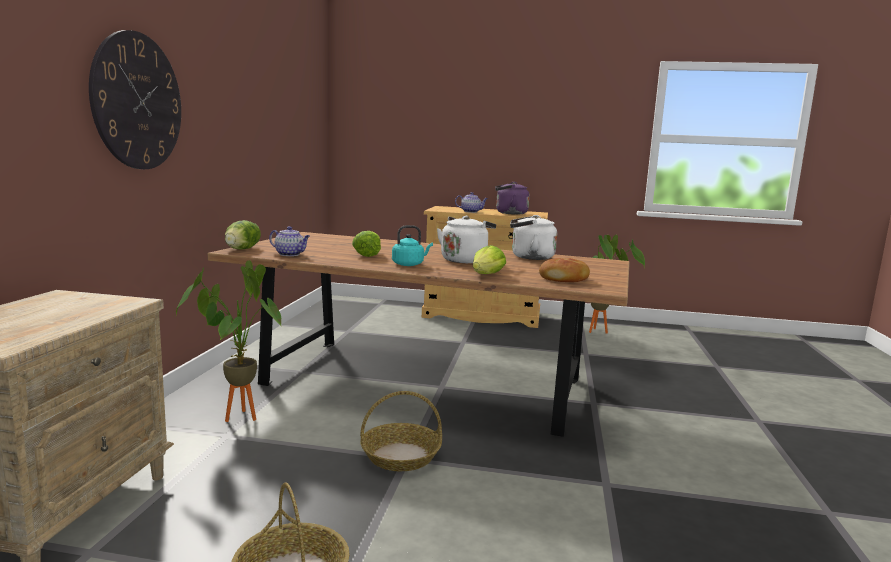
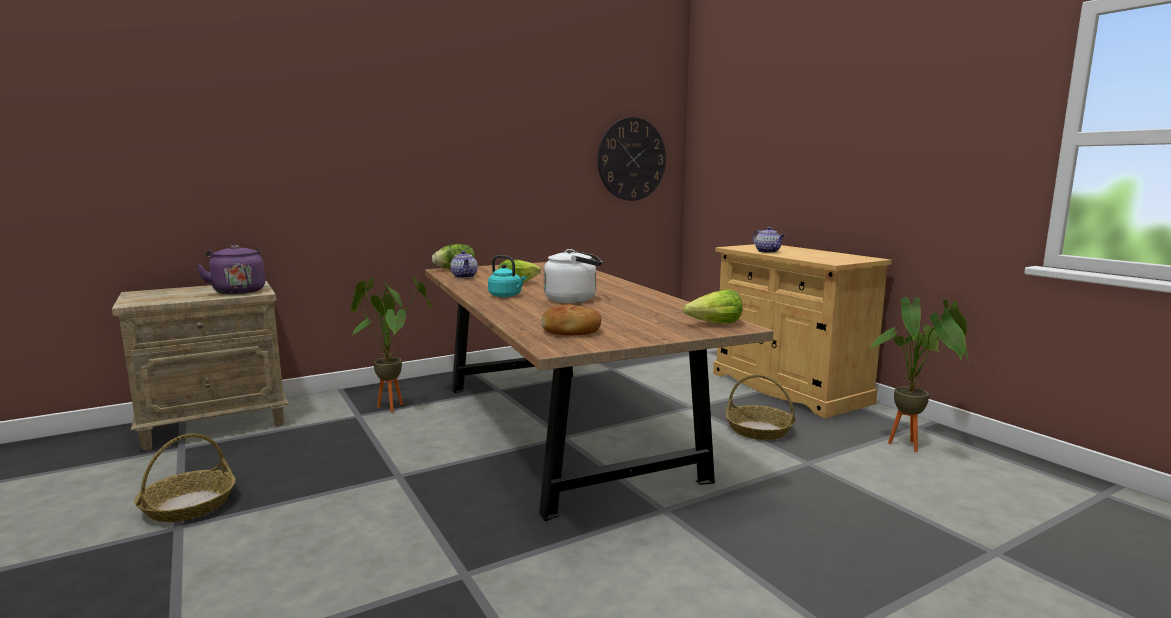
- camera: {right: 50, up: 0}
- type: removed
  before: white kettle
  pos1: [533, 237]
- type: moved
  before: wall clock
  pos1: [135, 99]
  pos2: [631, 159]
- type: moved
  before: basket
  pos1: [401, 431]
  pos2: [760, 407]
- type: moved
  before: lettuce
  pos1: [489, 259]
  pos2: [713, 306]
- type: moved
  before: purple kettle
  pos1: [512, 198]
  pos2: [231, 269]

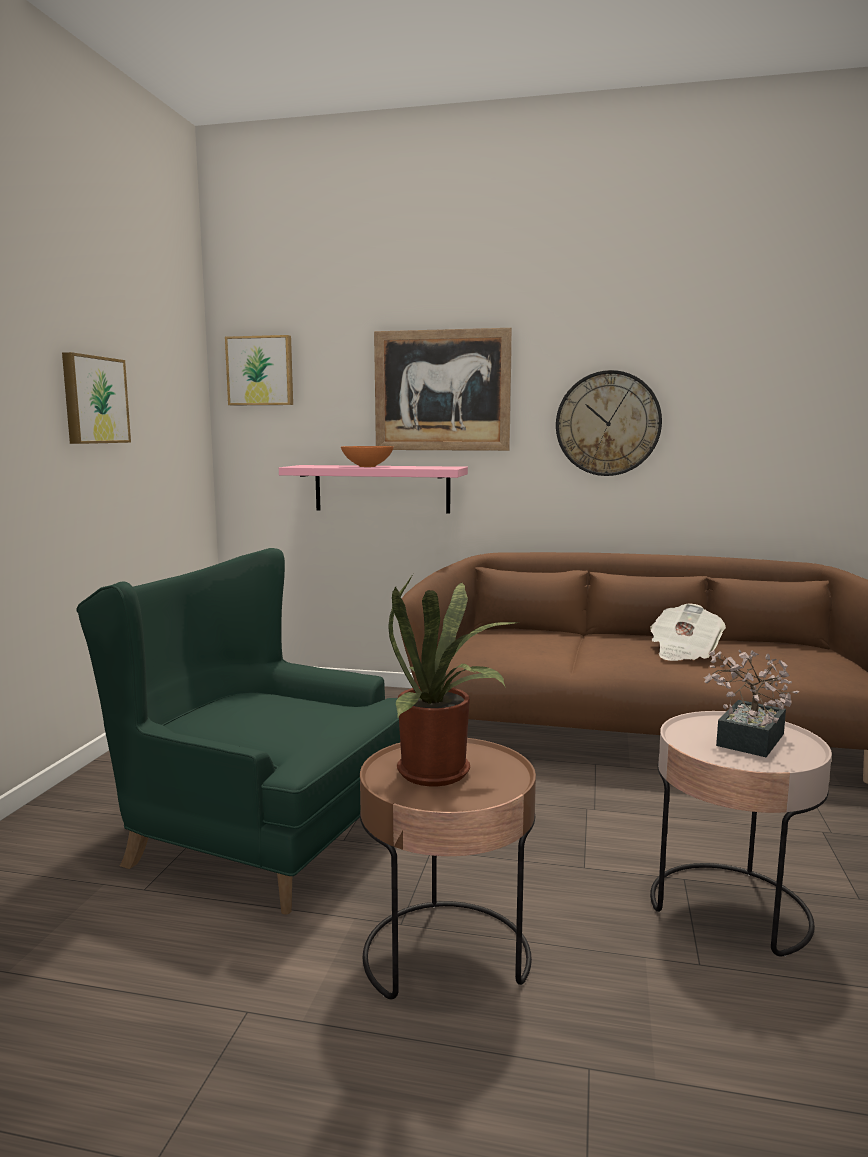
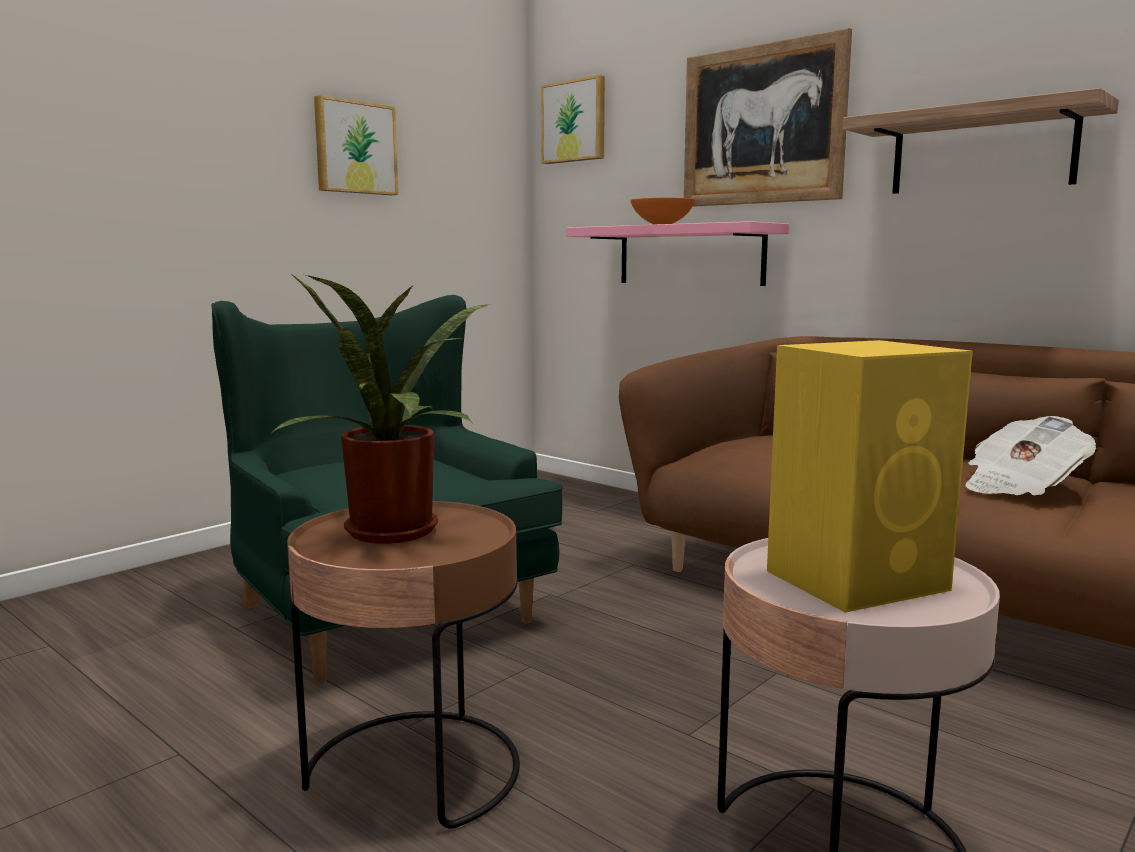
- camera: {right: 30, up: 0}
- type: replaced
  before: wall clock
  after: shelf
  pos1: [609, 423]
  pos2: [981, 141]
- type: replaced
  before: potted plant
  after: yellow speaker
  pos1: [752, 703]
  pos2: [870, 476]

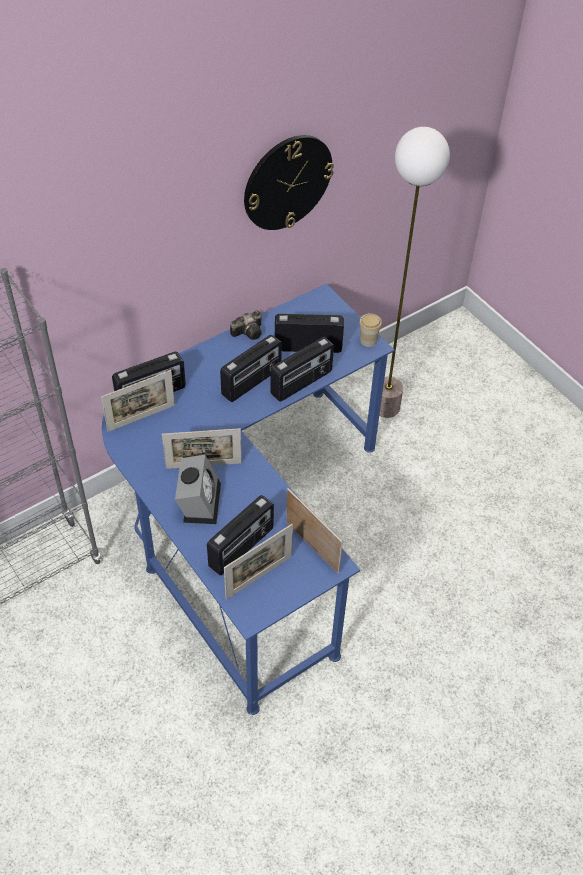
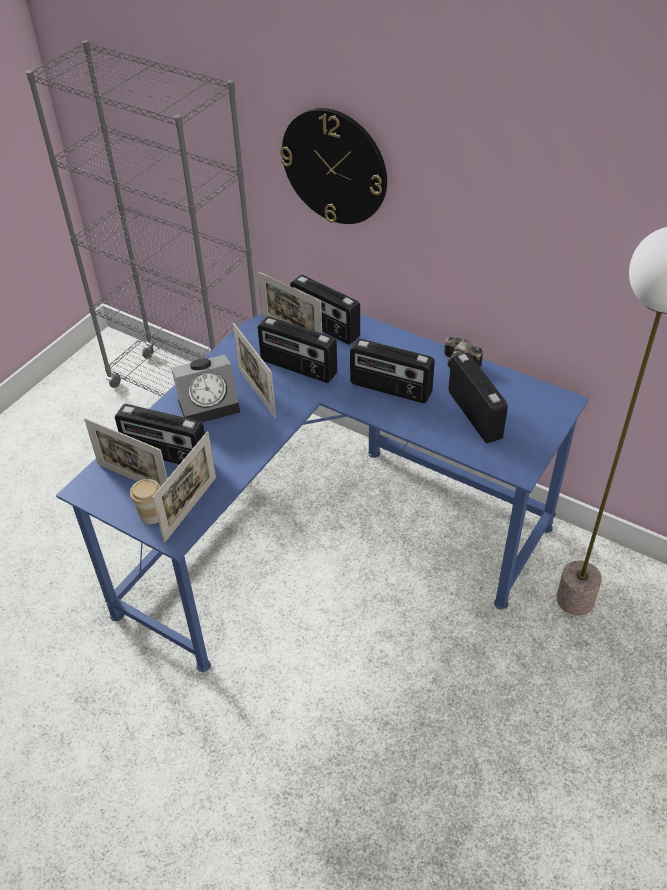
- camera: {right: 70, up: -5}
- type: moved
  before: wall clock
  pos1: [289, 182]
  pos2: [333, 166]
- type: moved
  before: radio
  pos1: [302, 369]
  pos2: [297, 349]
- type: moved
  before: cup
  pos1: [370, 330]
  pos2: [145, 501]

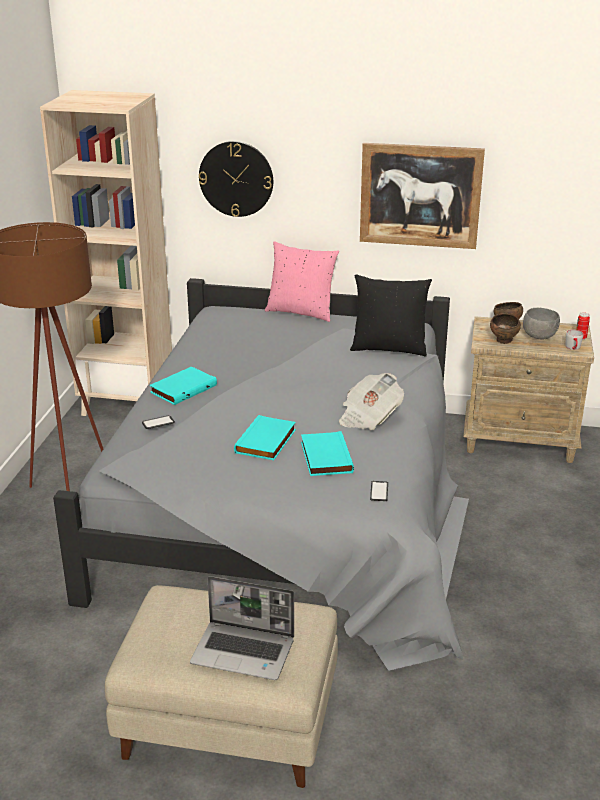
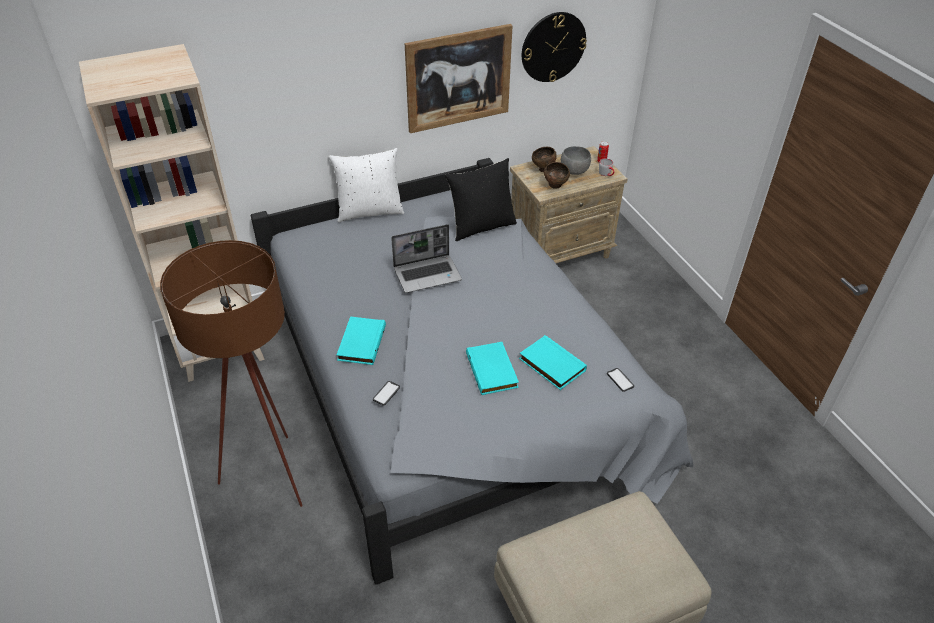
- camera: {right: -35, up: 15}
- type: removed
  before: newspaper
  pos1: [371, 401]
- type: moved
  before: laptop
  pos1: [242, 628]
  pos2: [426, 258]
- type: moved
  before: wall clock
  pos1: [236, 179]
  pos2: [554, 47]
- type: recoloured
  before: pink pillow
  after: white pillow
  pos1: [302, 281]
  pos2: [366, 185]

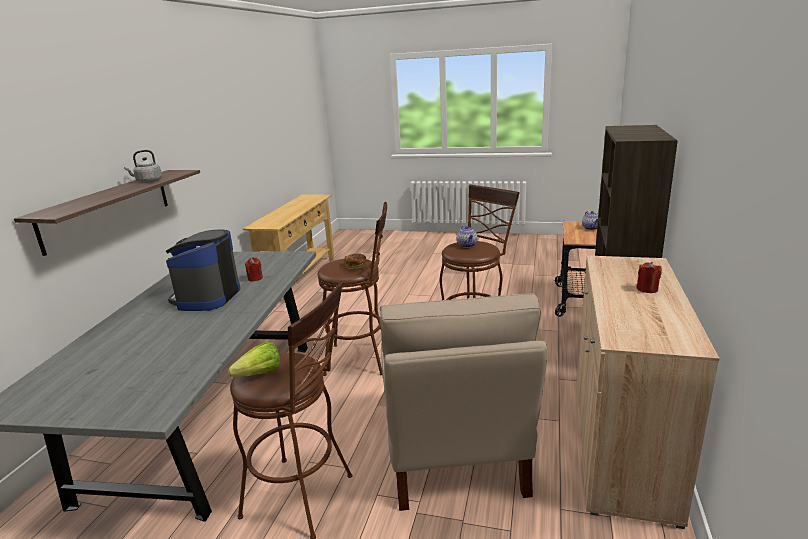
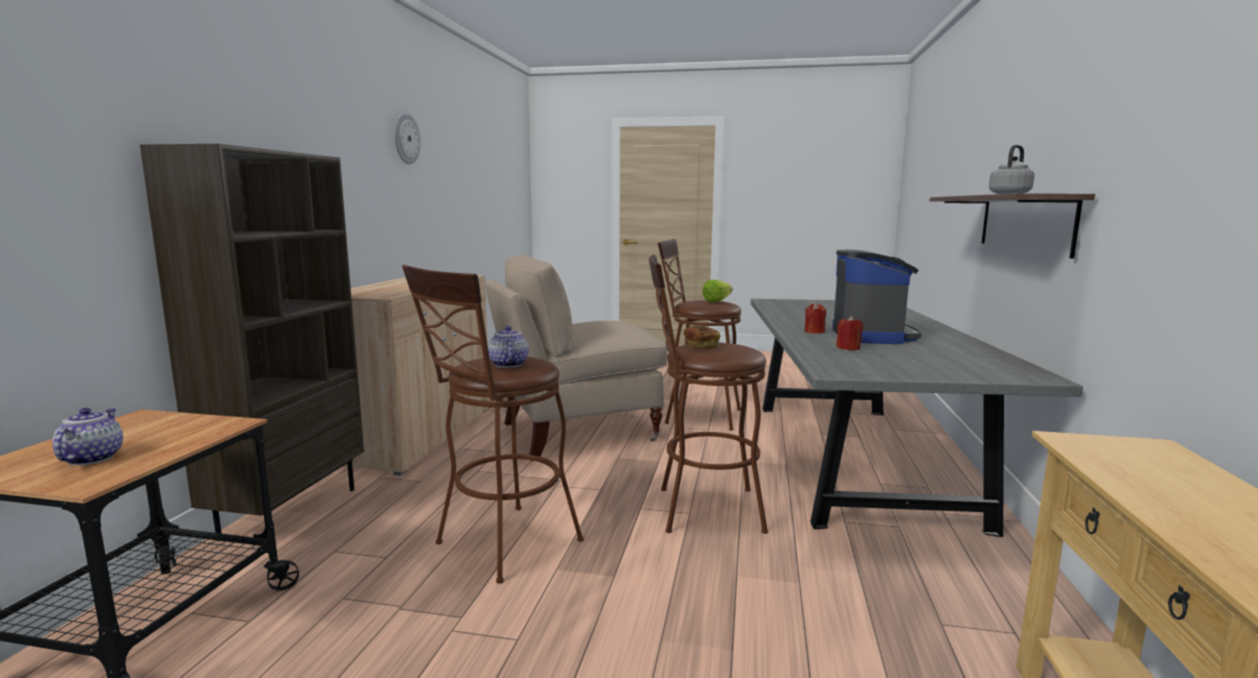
- camera: {right: 175, up: -10}
- type: added
  after: wall clock
  pos2: [407, 138]
- type: moved
  before: red candle
  pos1: [649, 277]
  pos2: [815, 318]
- type: turned
  before: beige chair
  pos1: [464, 402]
  pos2: [576, 357]
  turn: -105

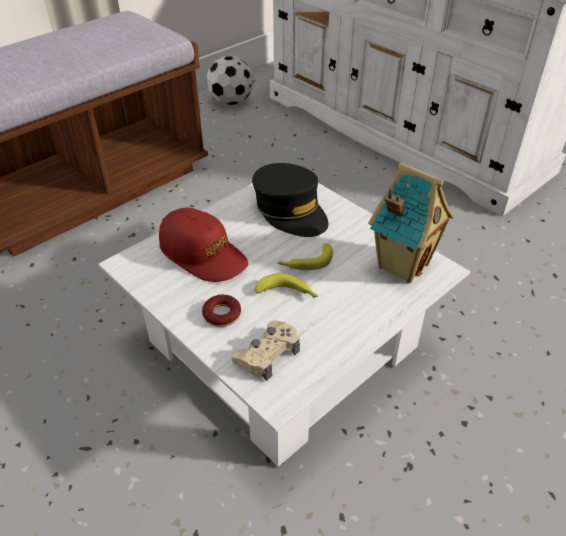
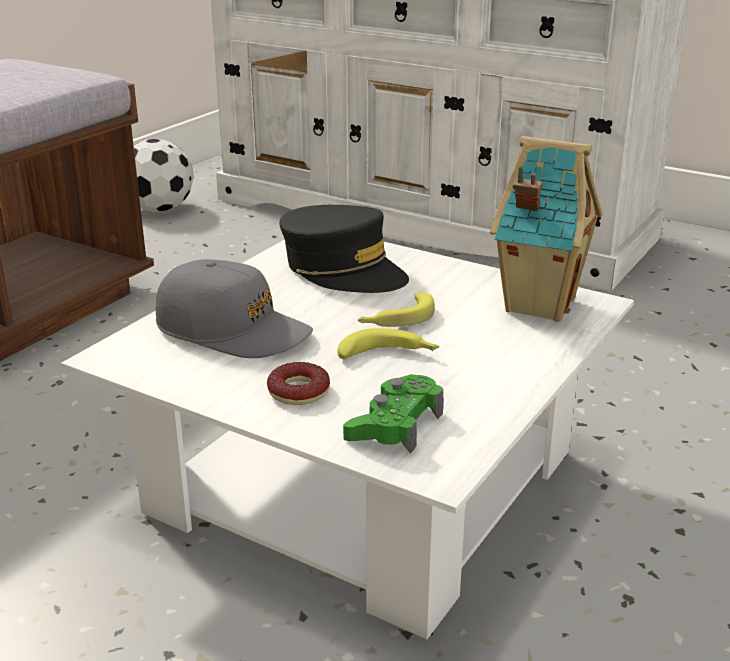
- camera: {right: -15, up: -15}
- type: recoloured
  before: red cap
  after: grey cap
  pos1: [203, 245]
  pos2: [234, 308]
- type: recoloured
  before: beige game controller
  after: green game controller
  pos1: [265, 351]
  pos2: [393, 414]

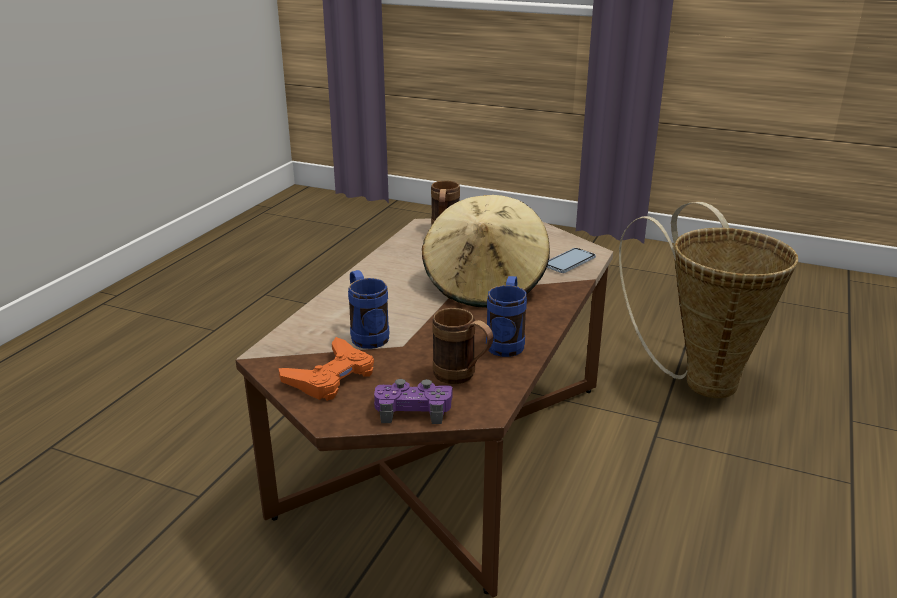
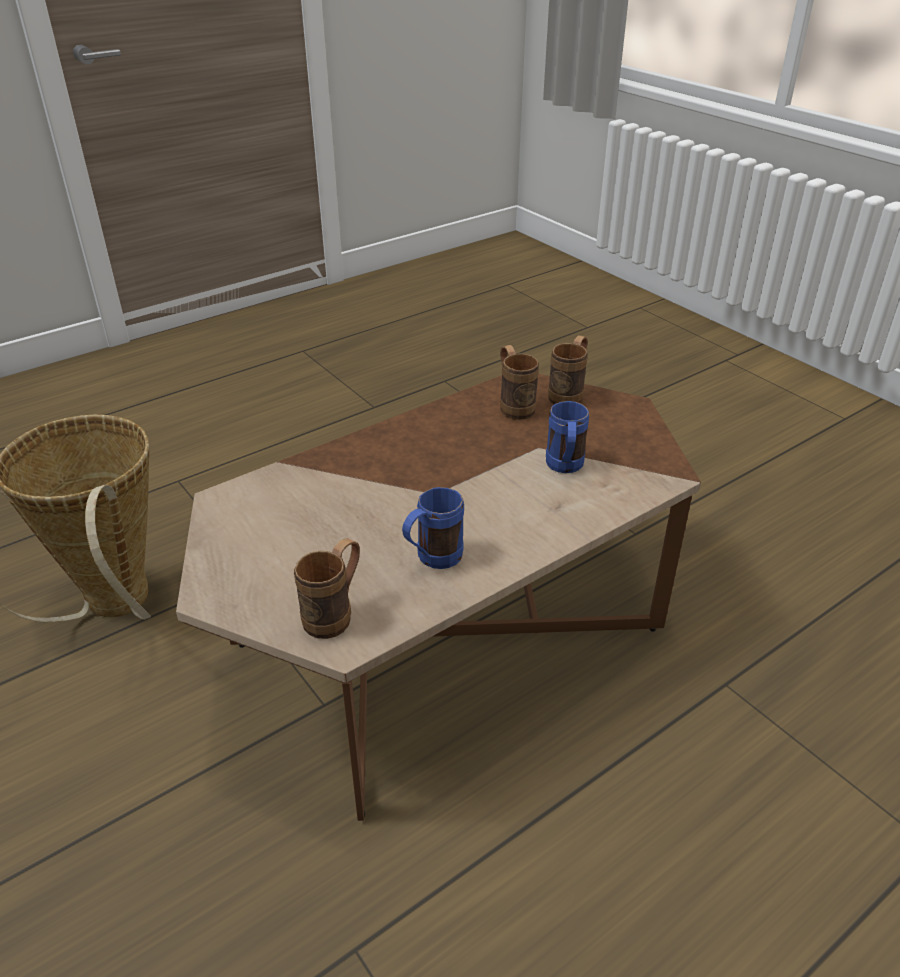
- camera: {right: -150, up: 10}
- type: removed
  before: orange game controller
  pos1: [326, 369]
- type: removed
  before: beige hat
  pos1: [486, 251]
- type: removed
  before: phone
  pos1: [571, 260]
- type: moved
  before: blue mug
  pos1: [506, 316]
  pos2: [433, 528]
- type: replaced
  before: purple game controller
  after: brown mug
  pos1: [413, 401]
  pos2: [568, 370]

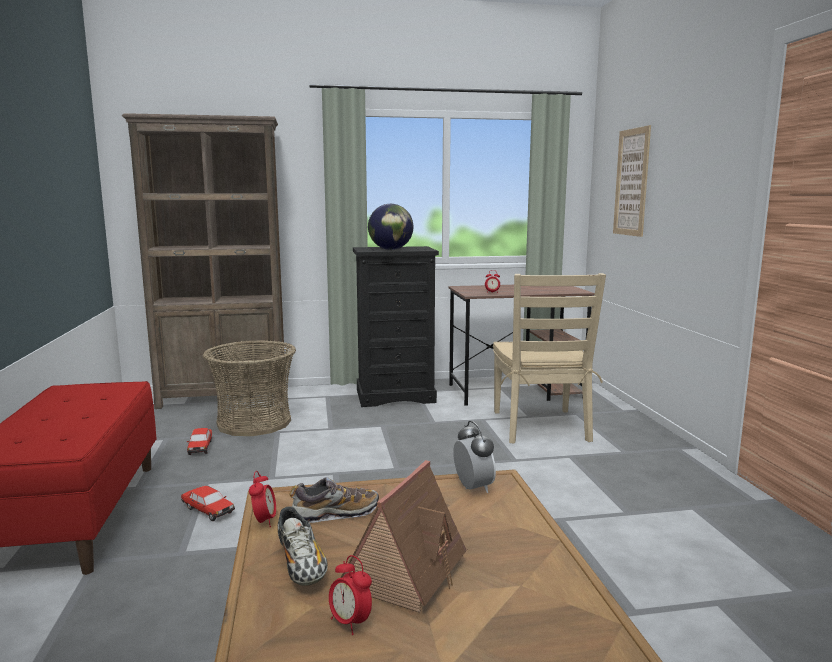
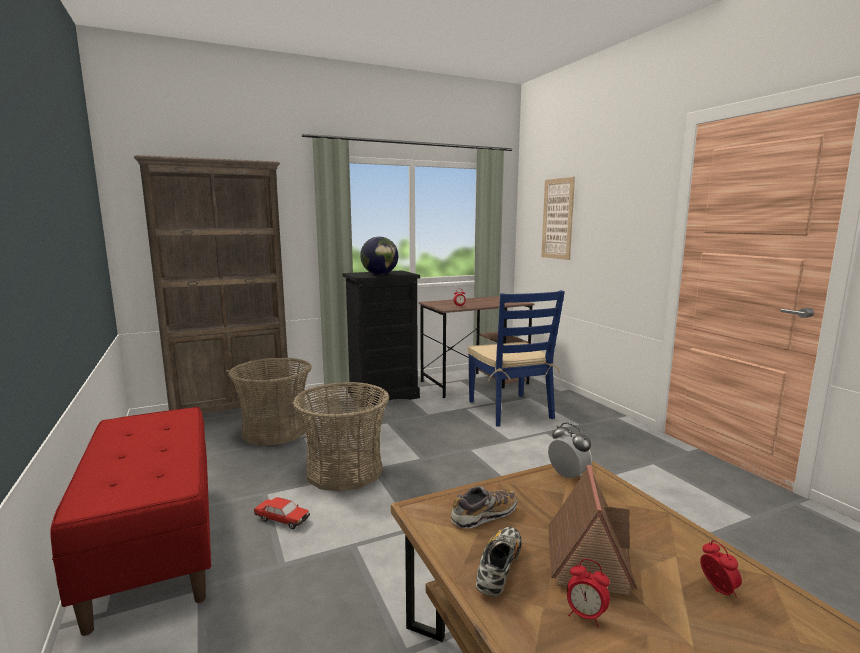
- camera: {right: -15, up: 0}
- type: removed
  before: toy car
  pos1: [199, 441]
- type: added
  after: basket
  pos2: [341, 437]
- type: moved
  before: alarm clock
  pos1: [262, 499]
  pos2: [721, 569]
- type: recoloured
  before: beige chair
  after: blue chair
  pos1: [549, 358]
  pos2: [516, 358]
- type: turned
  before: shoe
  pos1: [303, 546]
  pos2: [499, 562]
  turn: -120

